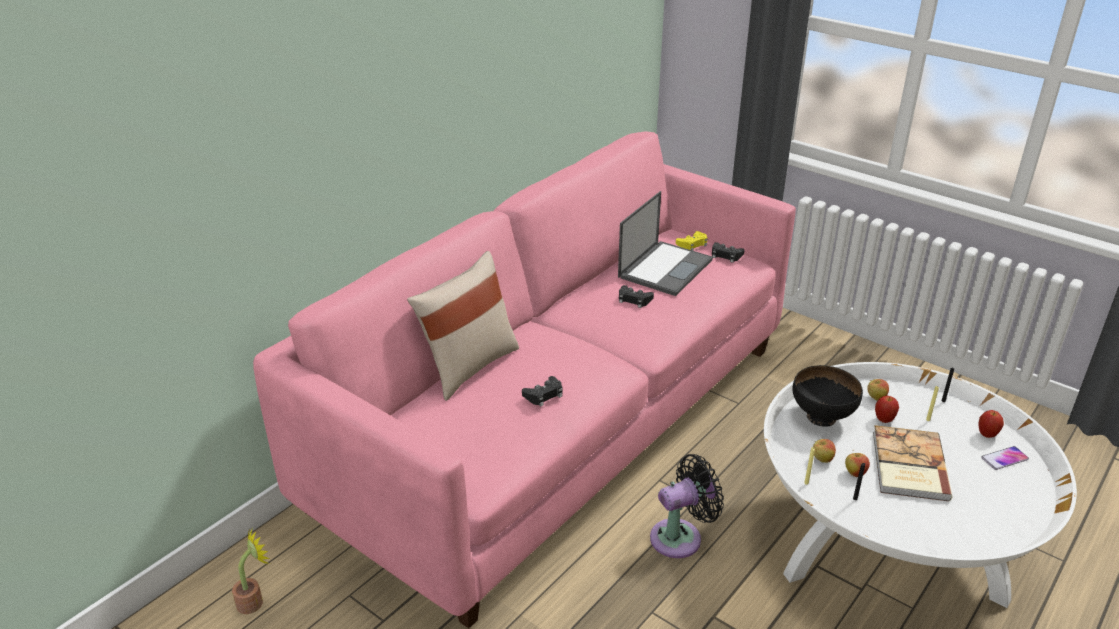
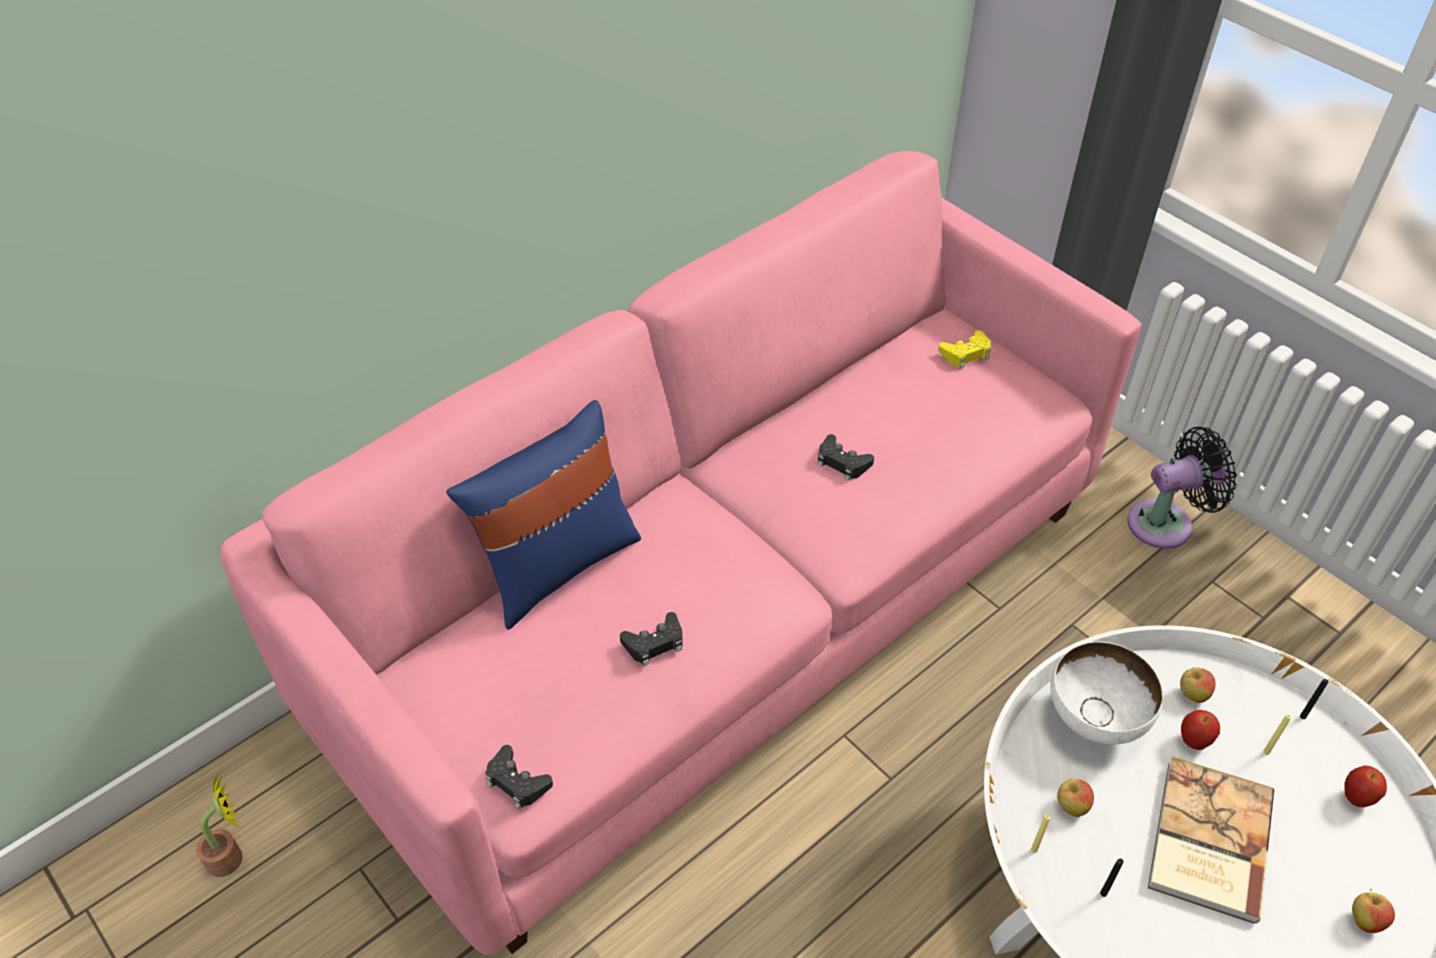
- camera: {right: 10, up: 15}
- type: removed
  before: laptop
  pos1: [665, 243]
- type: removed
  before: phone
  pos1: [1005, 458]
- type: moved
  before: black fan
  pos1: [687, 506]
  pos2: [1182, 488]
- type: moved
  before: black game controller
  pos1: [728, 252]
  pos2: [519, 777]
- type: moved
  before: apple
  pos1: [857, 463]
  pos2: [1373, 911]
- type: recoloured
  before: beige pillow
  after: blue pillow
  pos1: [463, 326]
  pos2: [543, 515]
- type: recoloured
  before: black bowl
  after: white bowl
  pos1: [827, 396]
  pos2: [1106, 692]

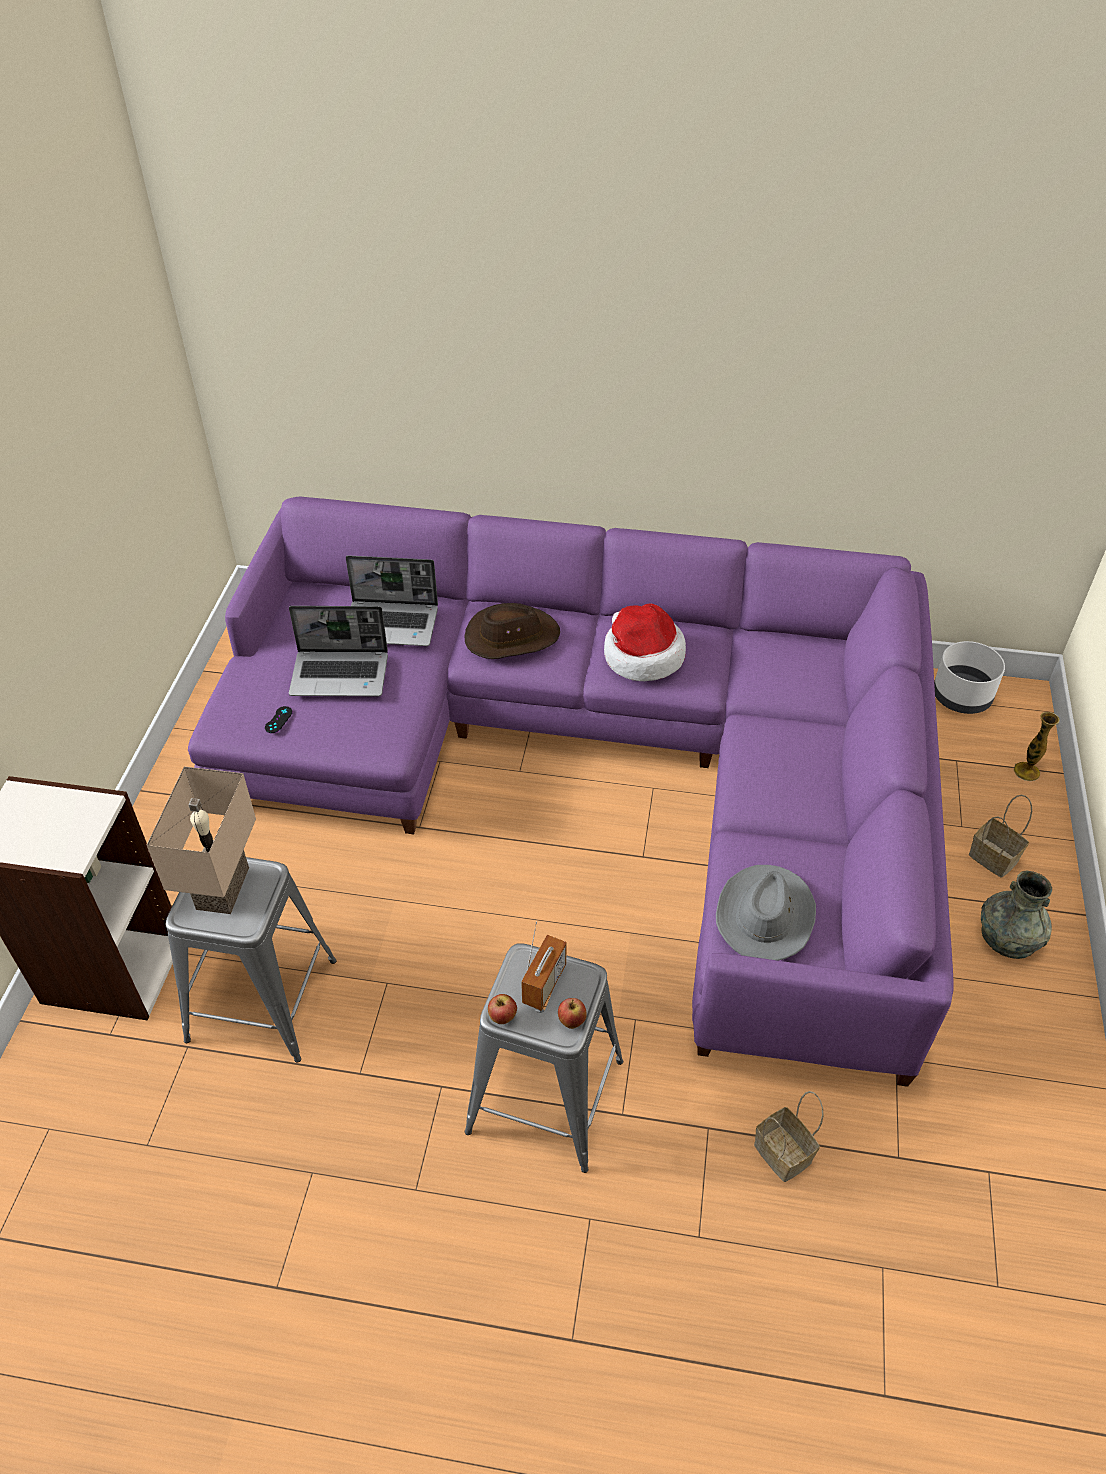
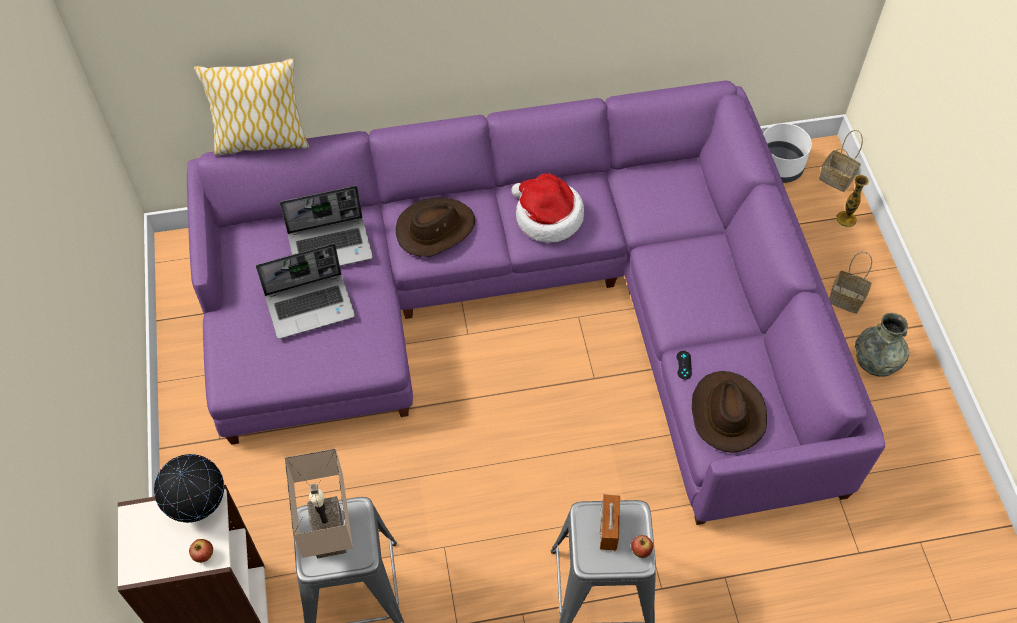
- camera: {right: -20, up: 10}
- type: added
  after: globe
  pos2: [189, 488]
- type: added
  after: pillow
  pos2: [251, 107]
- type: moved
  before: black game controller
  pos1: [279, 719]
  pos2: [684, 365]
- type: moved
  before: apple
  pos1: [502, 1009]
  pos2: [201, 551]
- type: moved
  before: basket
  pos1: [789, 1136]
  pos2: [841, 161]
- type: recoloured
  before: grey hat
  after: brown hat
  pos1: [766, 913]
  pos2: [729, 412]

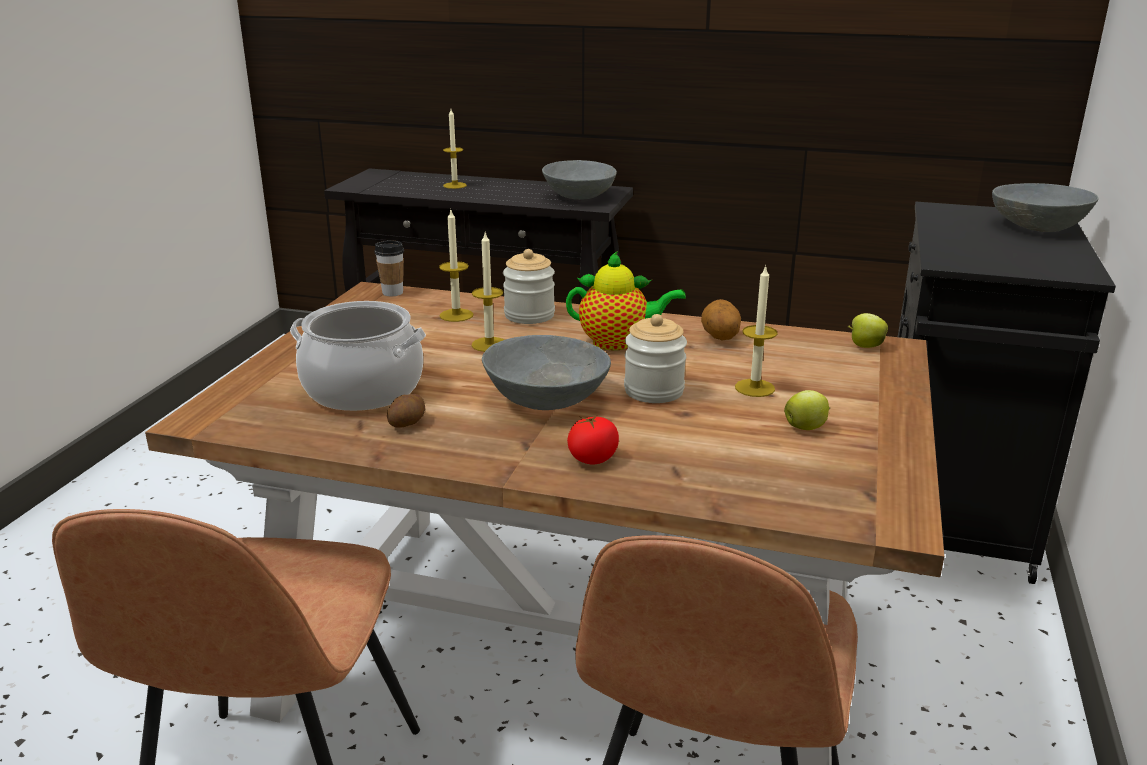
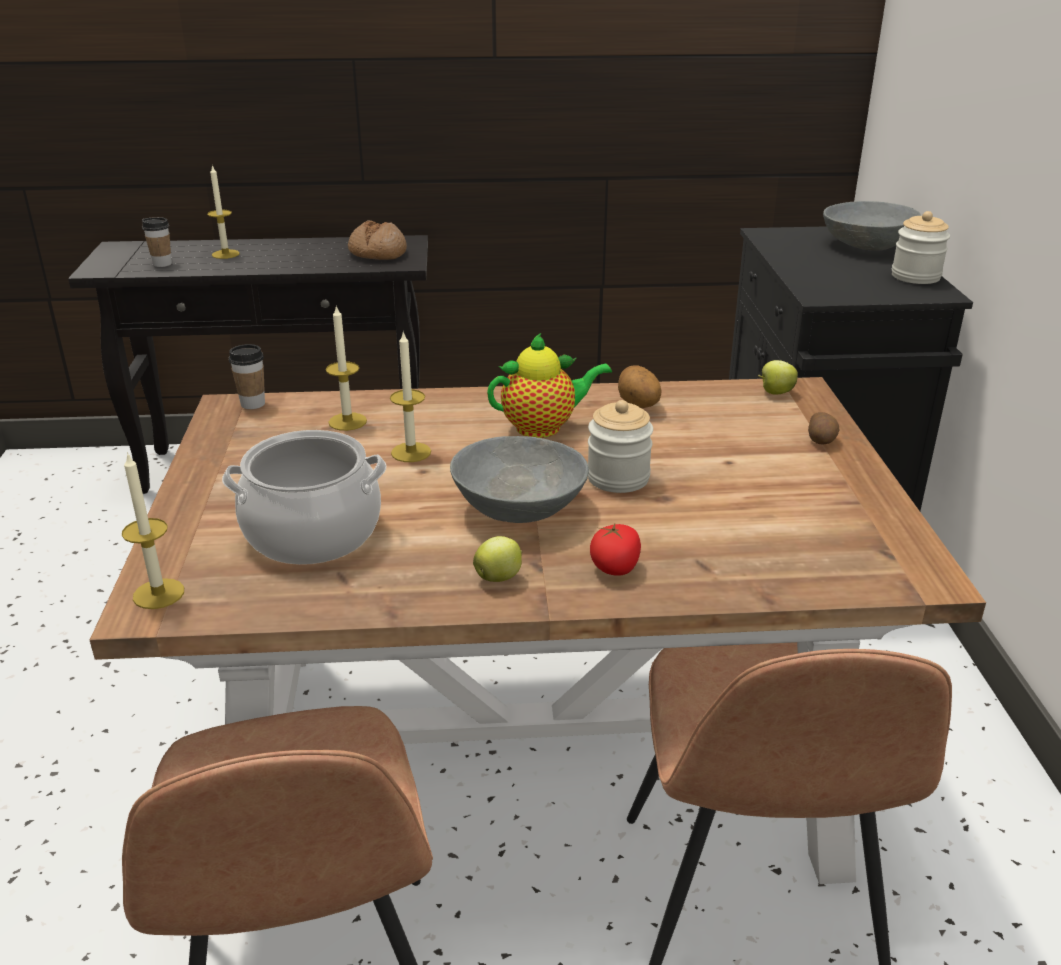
- camera: {right: -20, up: 5}
- type: added
  after: cup
  pos2: [157, 242]
- type: moved
  before: potato
  pos1: [406, 411]
  pos2: [824, 428]
- type: moved
  before: jar
  pos1: [529, 286]
  pos2: [921, 247]
- type: moved
  before: candle
  pos1: [756, 331]
  pos2: [153, 530]
- type: moved
  before: apple
  pos1: [807, 410]
  pos2: [497, 559]
- type: replaced
  before: grey bowl
  after: bread
  pos1: [579, 180]
  pos2: [377, 240]

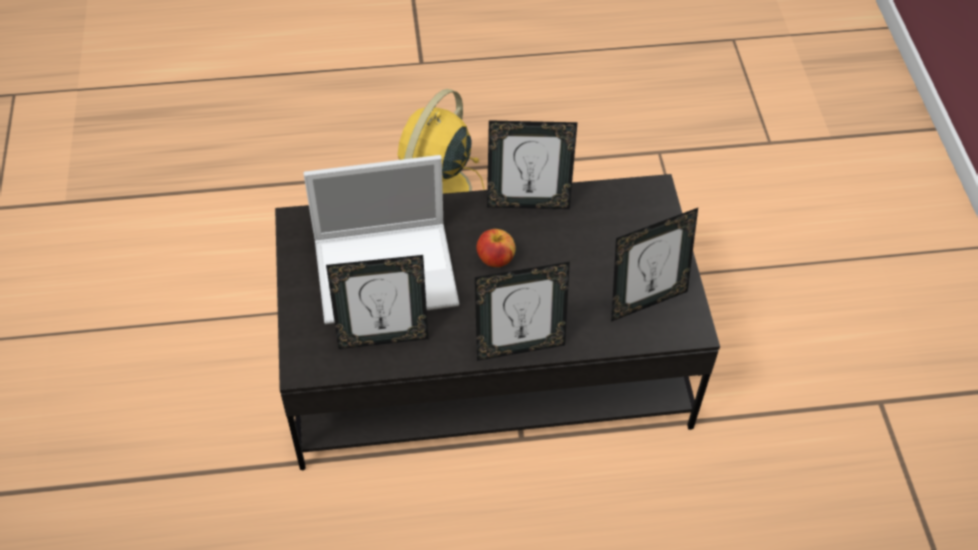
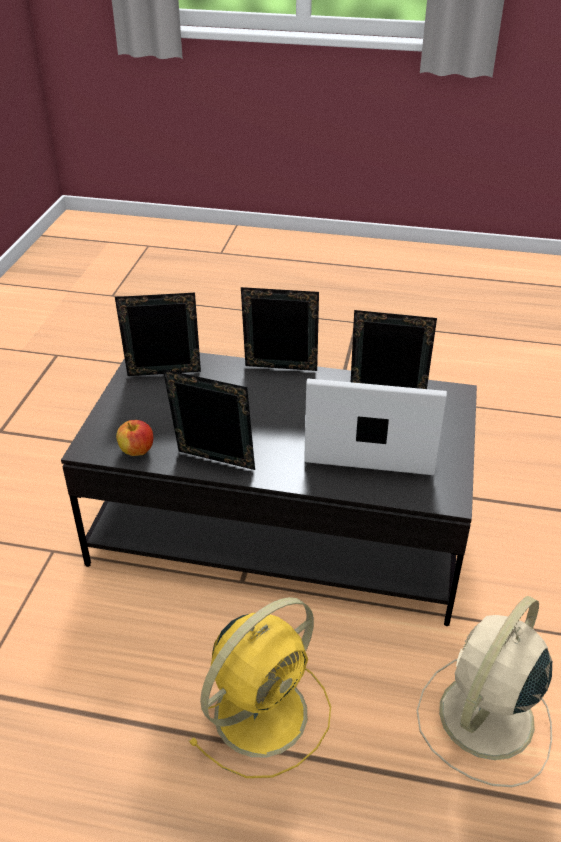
- camera: {right: -160, up: -15}
- type: added
  after: beige fan
  pos2: [484, 691]
- type: moved
  before: apple
  pos1: [496, 248]
  pos2: [134, 438]

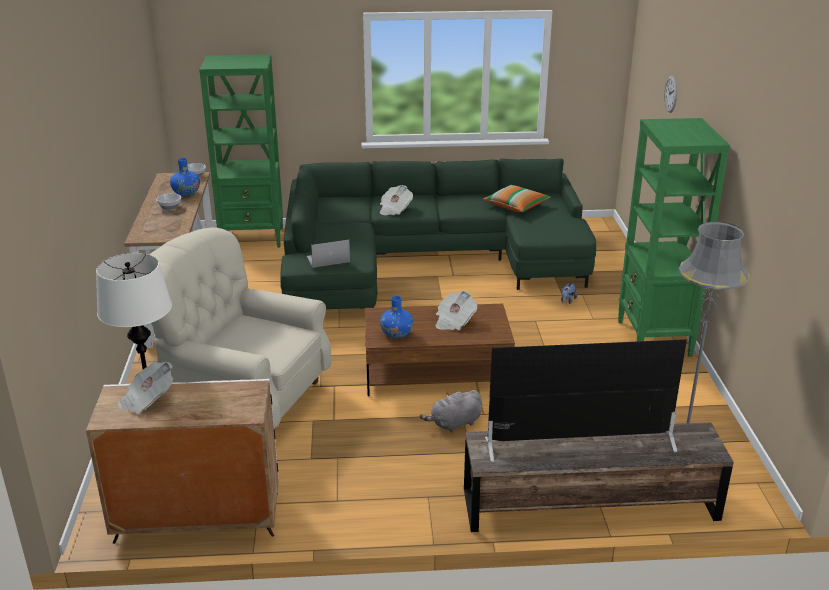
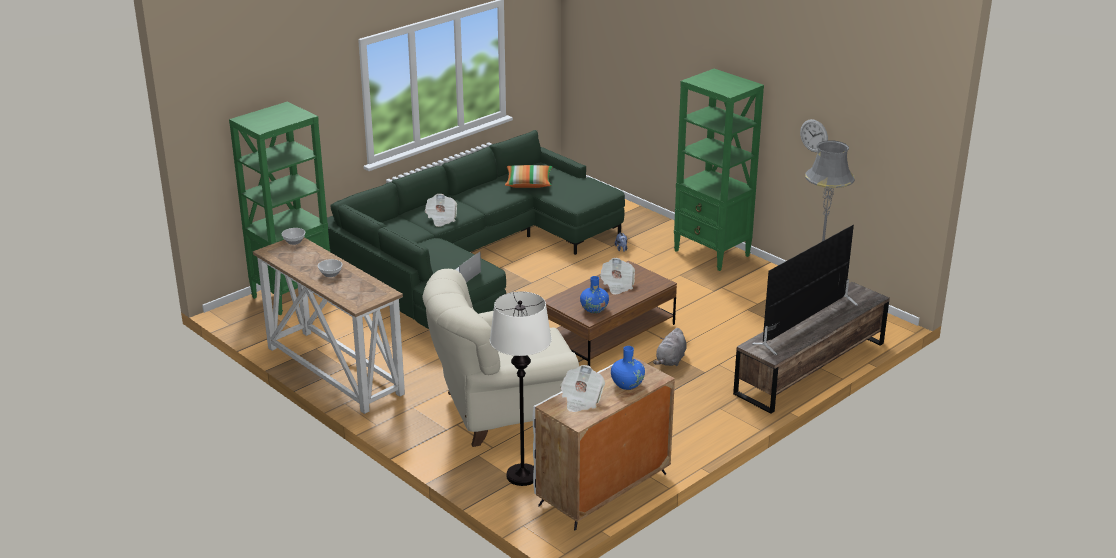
- camera: {right: -40, up: 0}
- type: moved
  before: blue vase
  pos1: [185, 177]
  pos2: [628, 368]
- type: moved
  before: wall clock
  pos1: [670, 94]
  pos2: [814, 135]

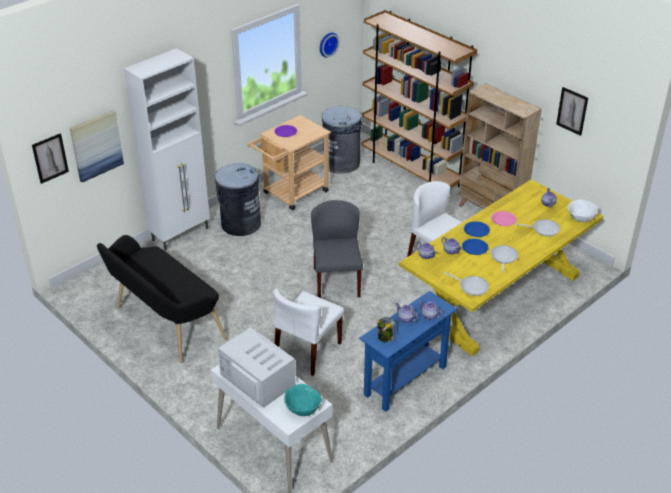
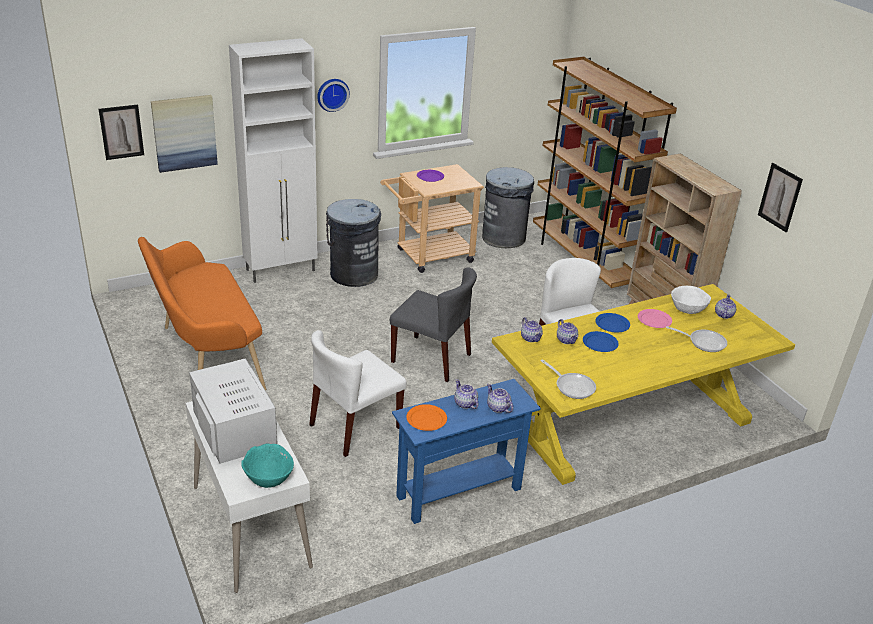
- camera: {right: 15, up: -5}
- type: removed
  before: frying pan
  pos1: [504, 259]
- type: moved
  before: wall clock
  pos1: [330, 45]
  pos2: [333, 95]
- type: moved
  before: white bowl
  pos1: [583, 211]
  pos2: [691, 300]
- type: replaced
  before: jar
  after: orange plate
  pos1: [386, 329]
  pos2: [426, 417]
- type: recoloured
  before: black bench
  after: orange bench
  pos1: [162, 299]
  pos2: [202, 313]
- type: turned
  before: grey chair
  pos1: [337, 249]
  pos2: [433, 324]
  turn: 105

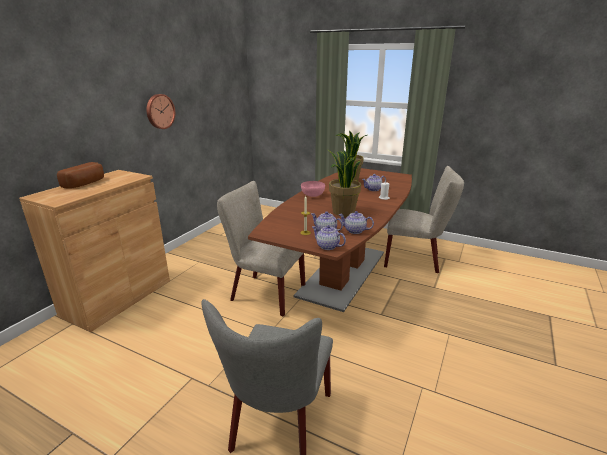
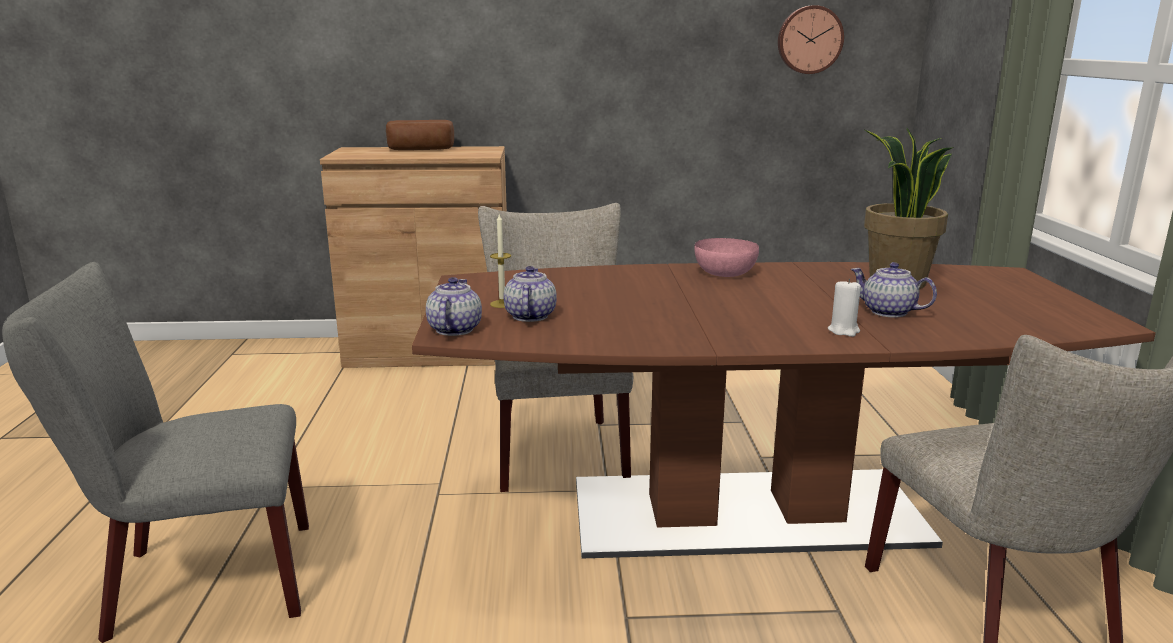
- camera: {right: 60, up: -5}
- type: removed
  before: potted plant
  pos1: [344, 182]
- type: removed
  before: teapot
  pos1: [356, 222]
- type: moved
  before: wall clock
  pos1: [160, 111]
  pos2: [811, 39]

